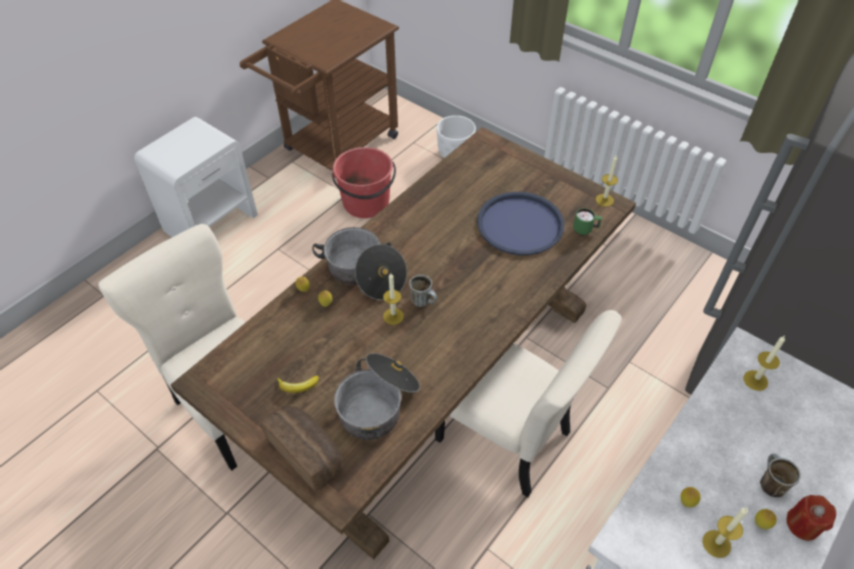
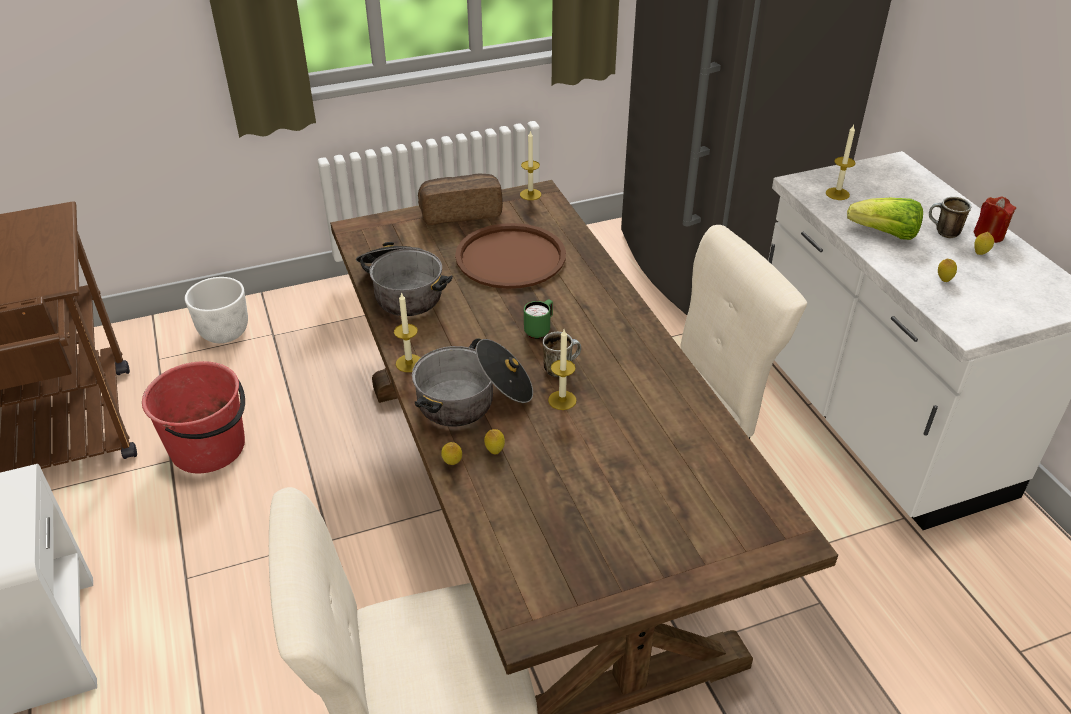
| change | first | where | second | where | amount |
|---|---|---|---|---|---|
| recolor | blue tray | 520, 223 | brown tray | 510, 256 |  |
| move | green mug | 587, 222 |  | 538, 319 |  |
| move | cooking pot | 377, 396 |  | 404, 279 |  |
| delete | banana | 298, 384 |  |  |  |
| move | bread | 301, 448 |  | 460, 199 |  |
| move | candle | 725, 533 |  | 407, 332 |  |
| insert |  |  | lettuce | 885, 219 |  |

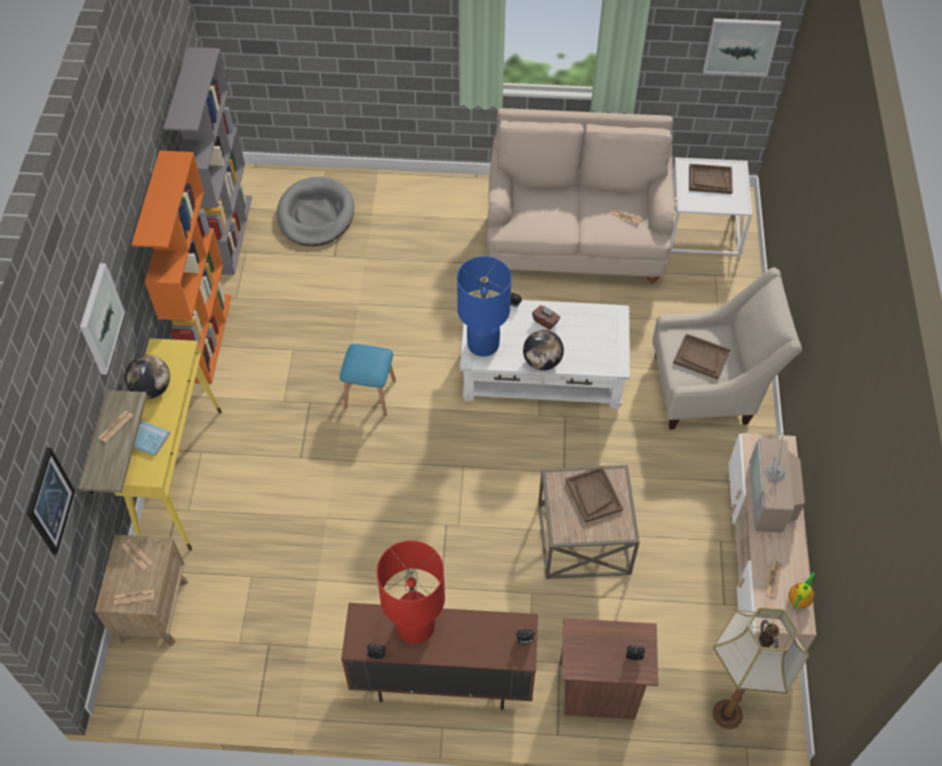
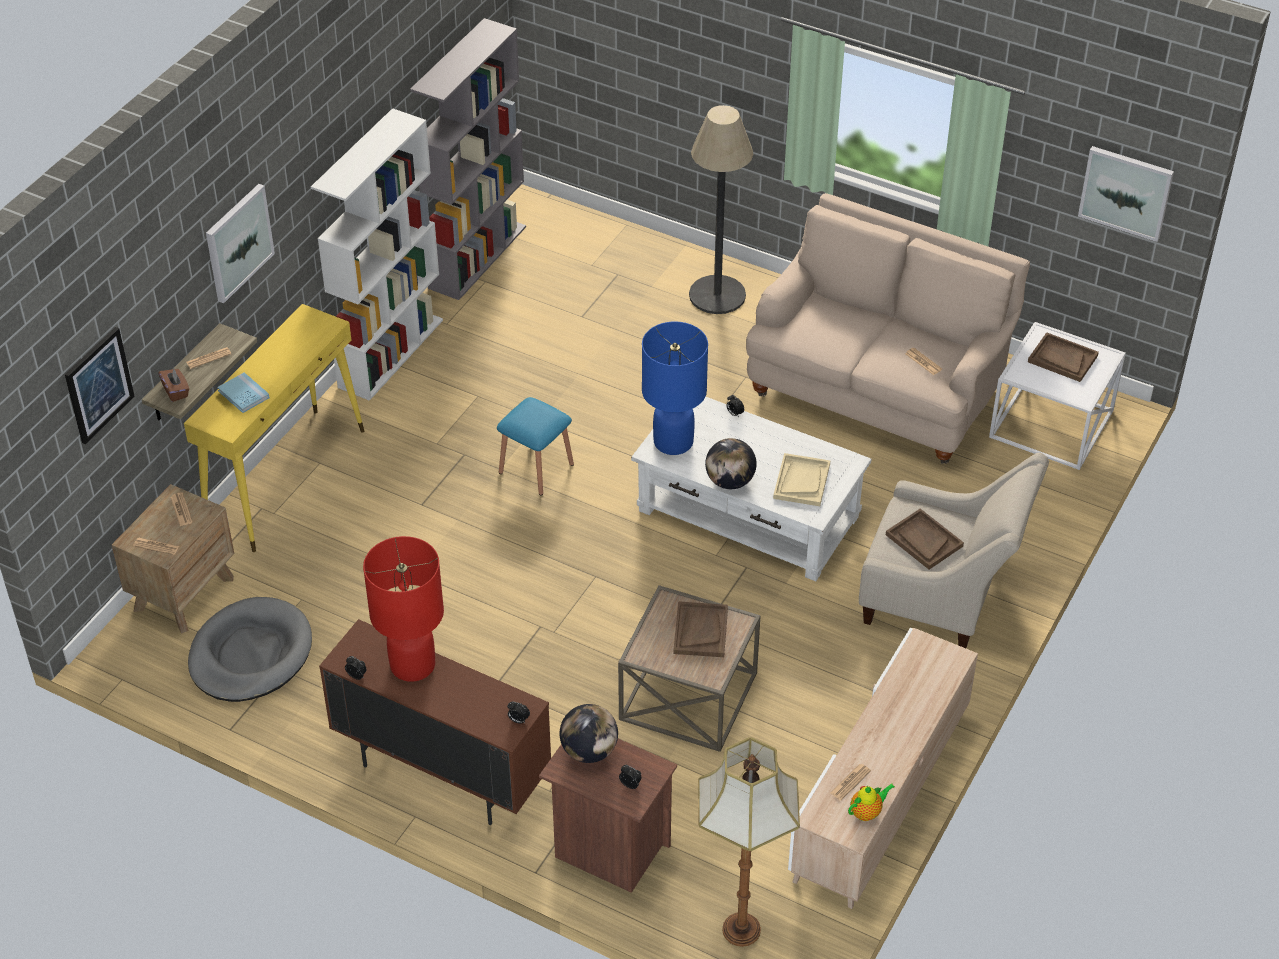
| change | first | where | second | where | amount |
|---|---|---|---|---|---|
| recolor | orange bookcase | 181, 267 | white bookcase | 377, 254 |  |
| move | grey dog bed | 315, 211 |  | 250, 649 |  |
| move | brown tissue box | 546, 317 |  | 173, 385 |  |
| move | globe | 147, 377 |  | 589, 733 |  |
| delete | television | 777, 481 |  |  |  |
| insert |  |  | floor lamp | 721, 209 |  |
| insert |  |  | beige tray | 801, 479 |  |

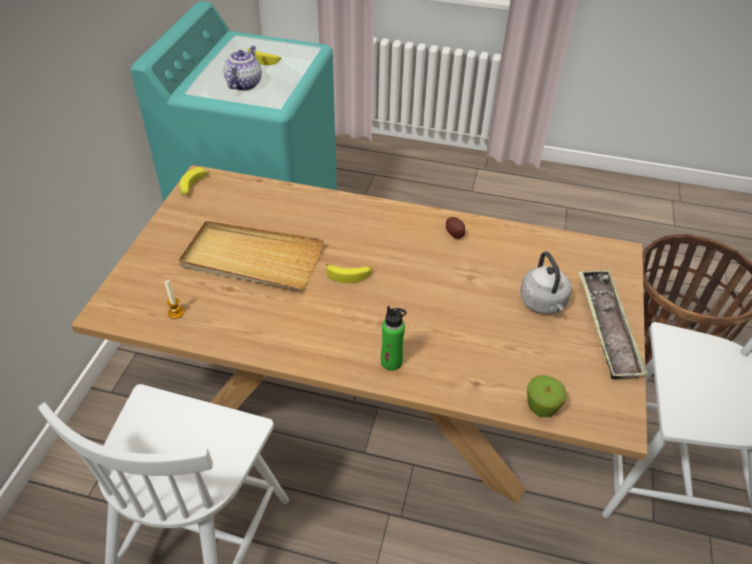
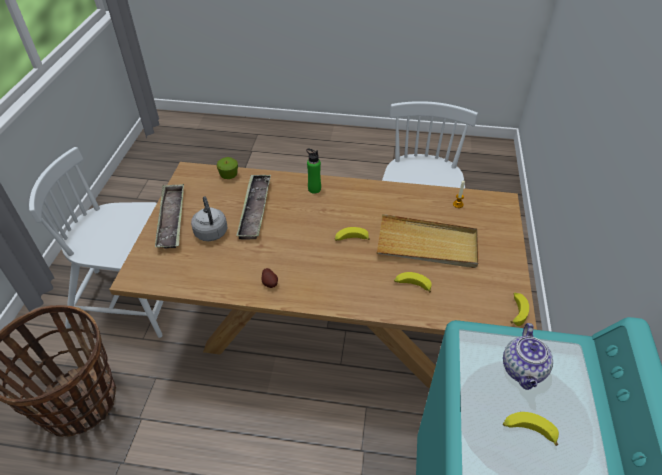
| change | first | where | second | where | amount |
|---|---|---|---|---|---|
| insert |  |  | tray | 253, 207 |  |
| insert |  |  | banana | 412, 282 |  |

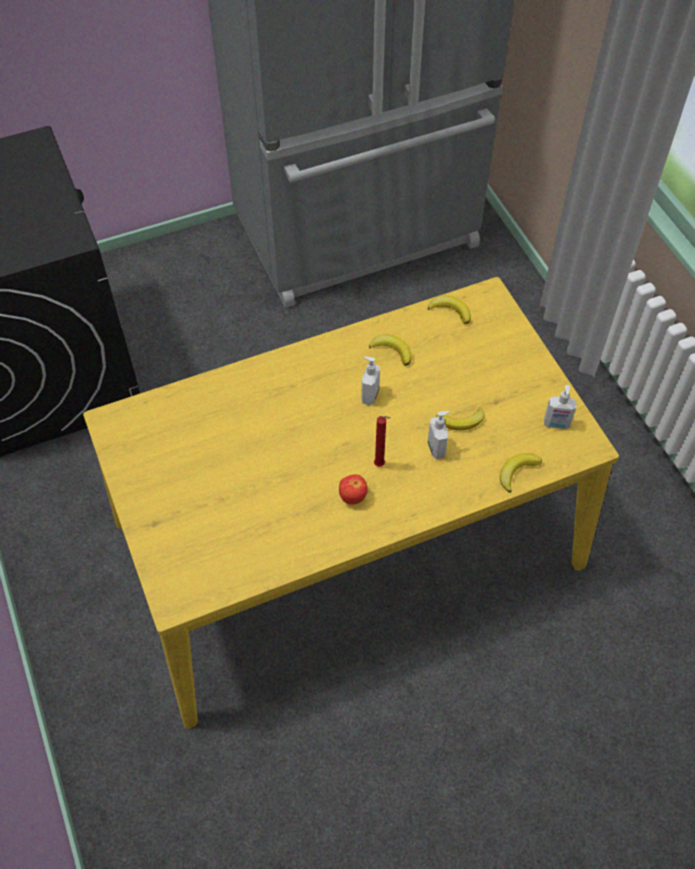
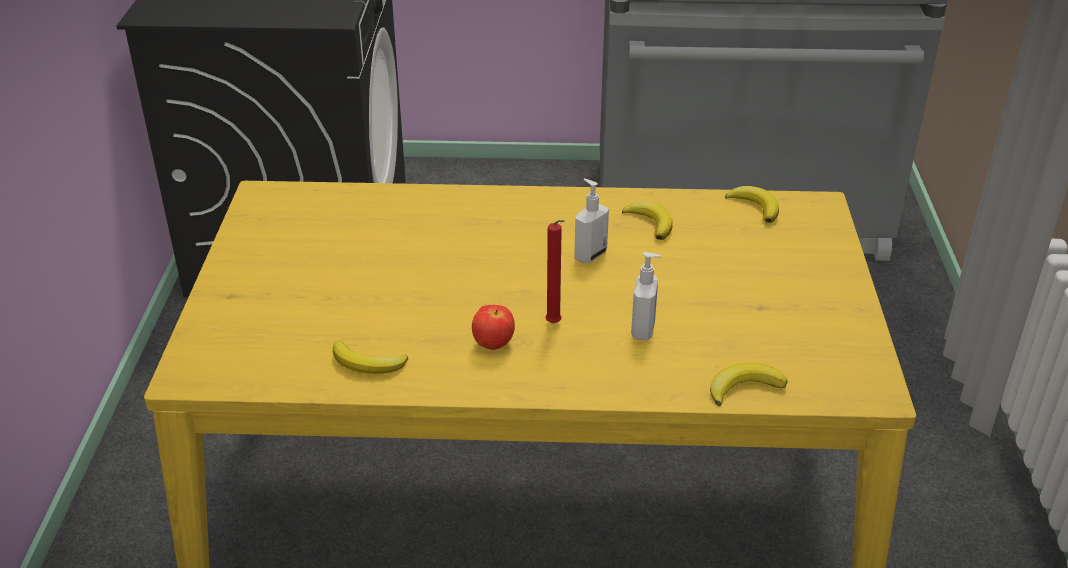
| change | first | where | second | where | amount |
|---|---|---|---|---|---|
| delete | soap dispenser | 560, 407 |  |  |  |
| move | banana | 460, 418 |  | 370, 357 |  |

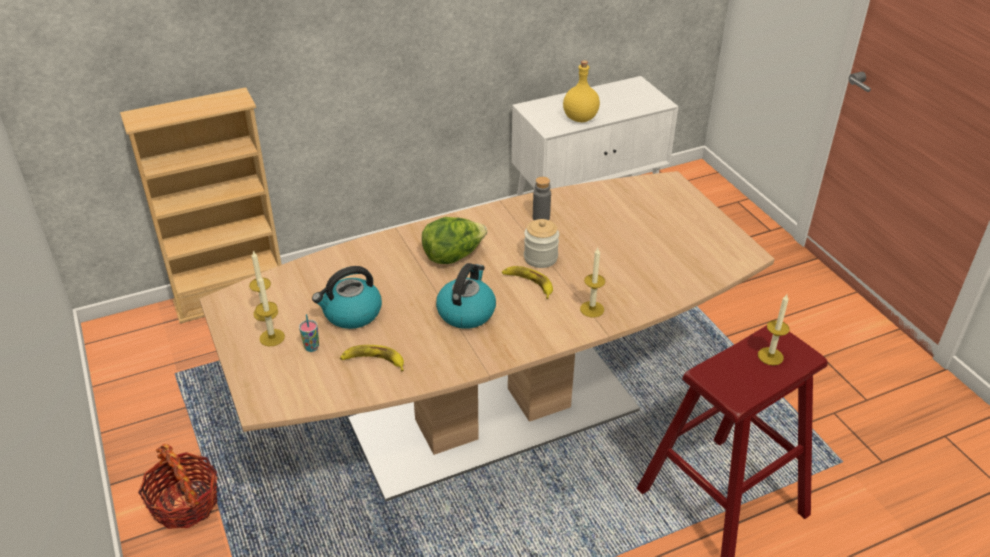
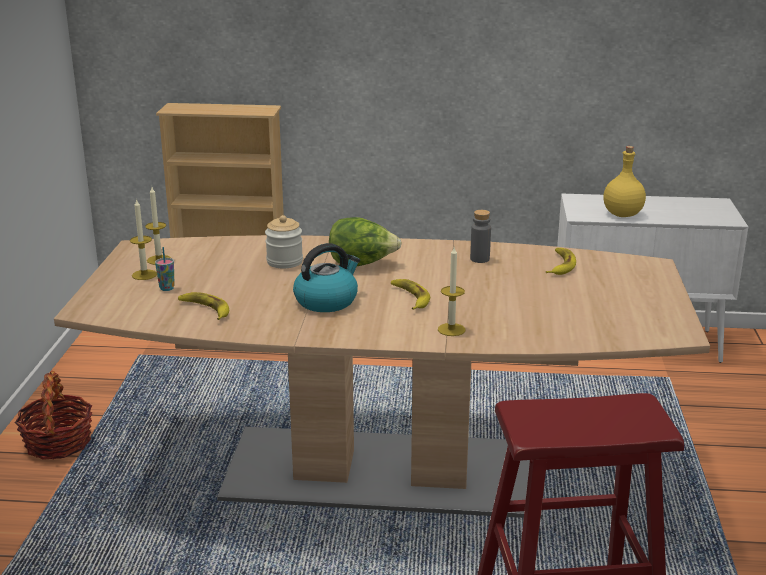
| change | first | where | second | where | amount |
|---|---|---|---|---|---|
| move | jar | 541, 243 |  | 284, 242 |  |
| delete | kettle | 347, 297 |  |  |  |
| delete | candle | 774, 330 |  |  |  |
| insert |  |  | banana | 561, 261 |  |

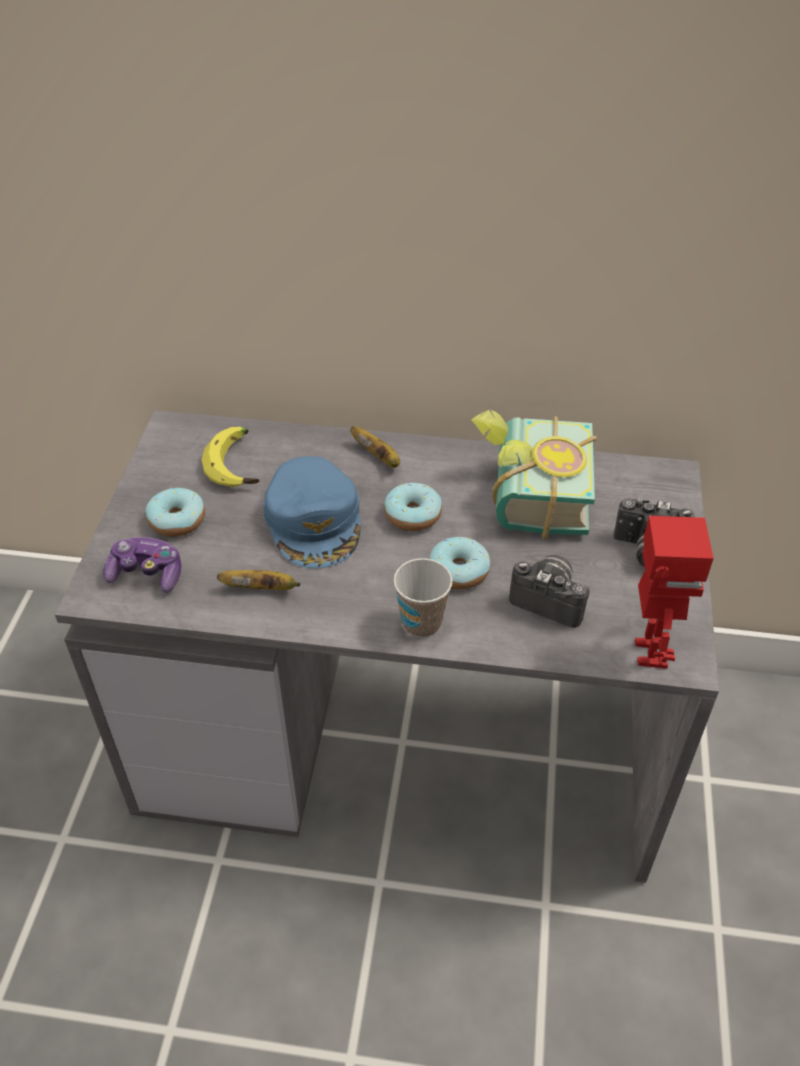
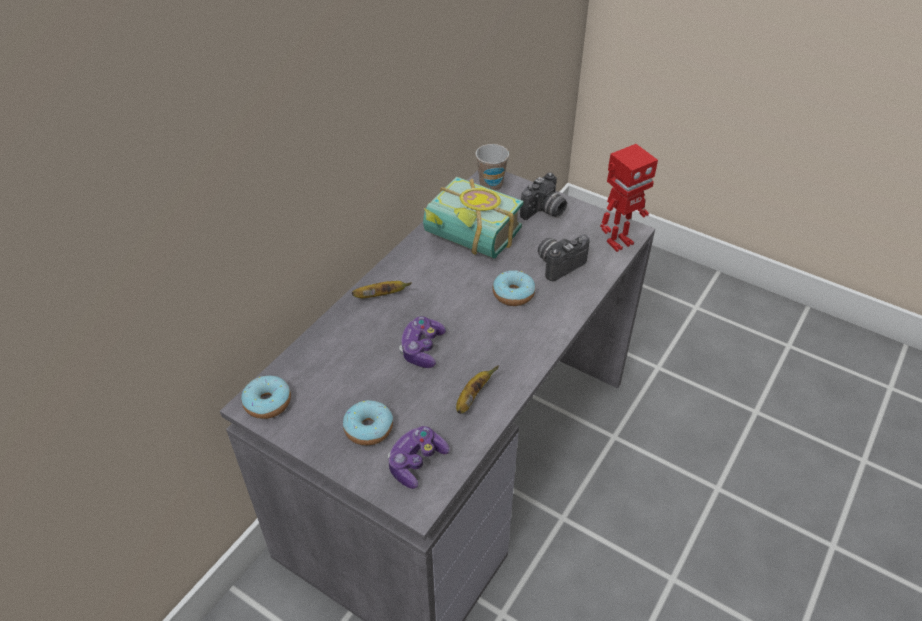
| change | first | where | second | where | amount |
|---|---|---|---|---|---|
| delete | banana | 231, 457 |  |  |  |
| replace | blue cap | 312, 512 | game controller | 422, 342 |  |
| move | donut | 413, 507 |  | 266, 397 |  |
| rotate | toy robot | 674, 592 |  | 629, 198 | 120 degrees clockwise |
| move | cup | 422, 598 |  | 492, 167 |  |

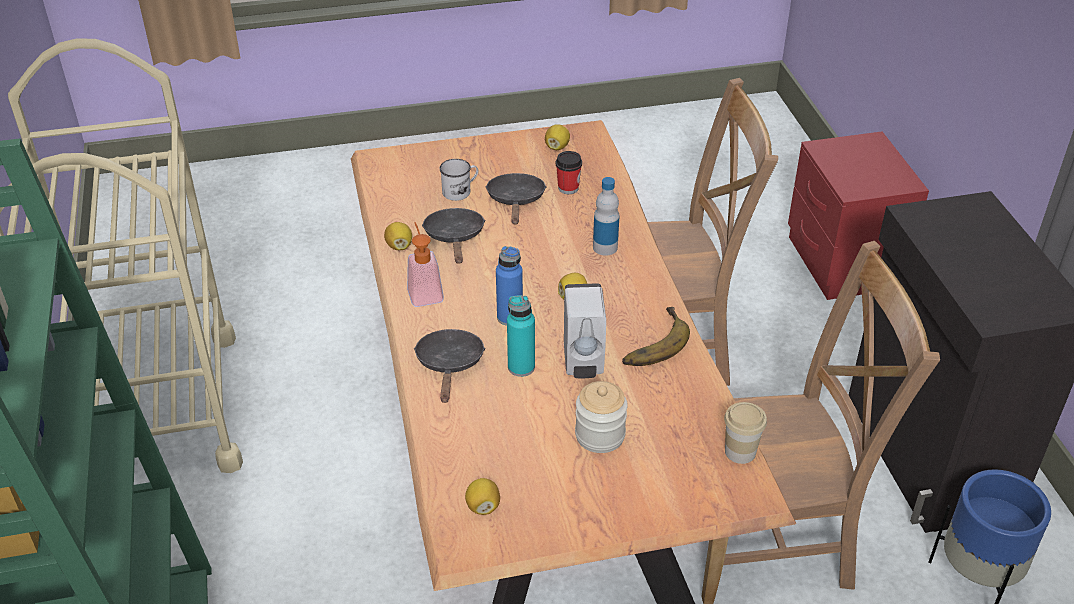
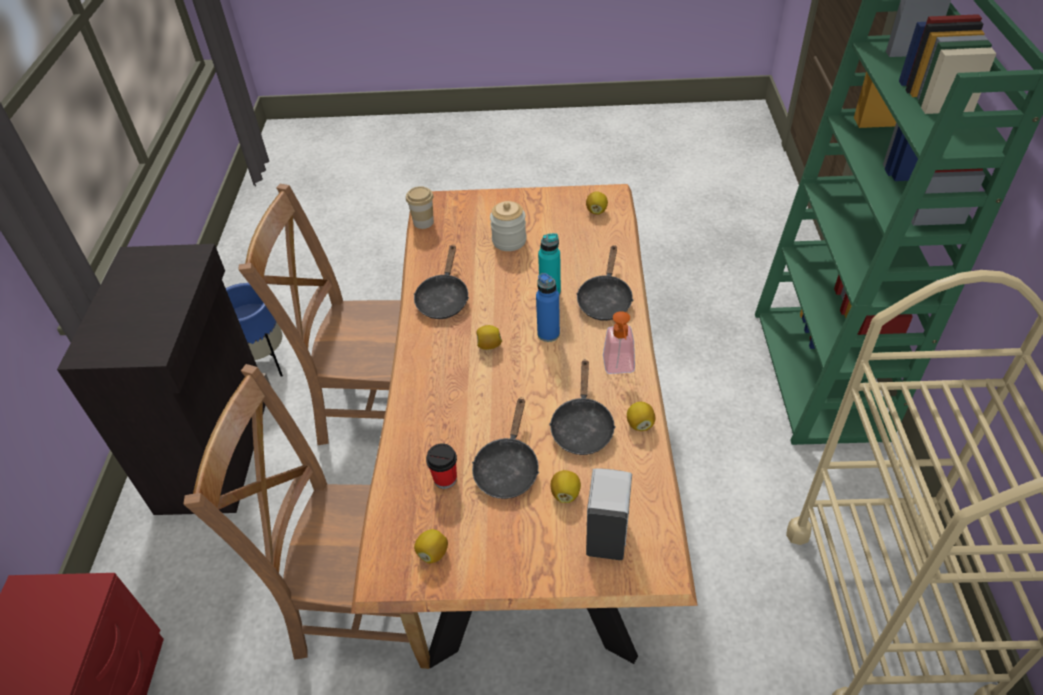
| change | first | where | second | where | amount |
|---|---|---|---|---|---|
| replace | white mug | 458, 180 | lemon | 566, 486 |  |
| delete | bottle | 606, 216 |  |  |  |
| move | white soap dispenser | 585, 330 |  | 609, 514 |  |
| replace | banana | 656, 336 | black frying pan | 441, 281 |  |

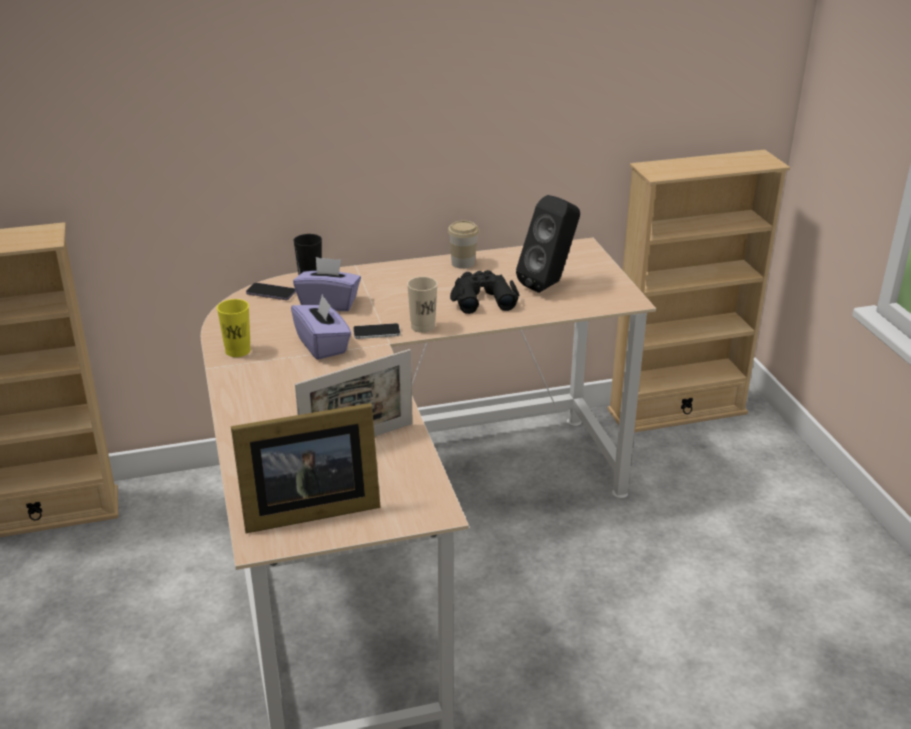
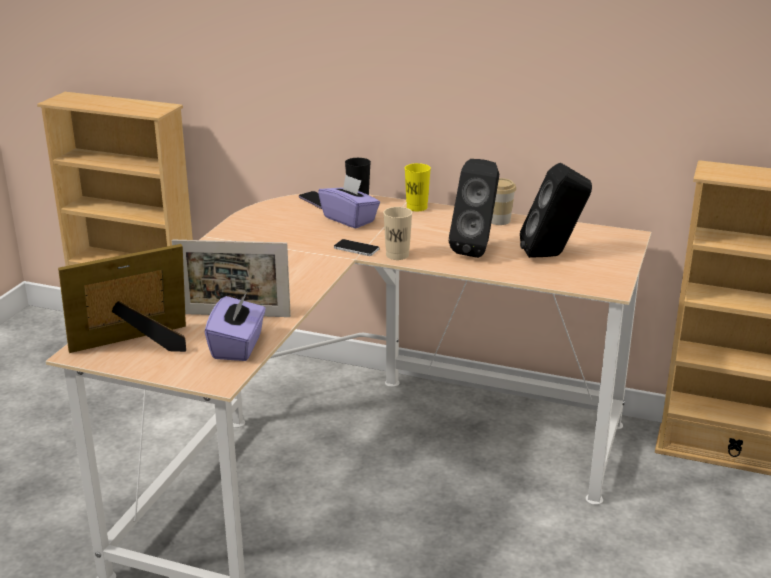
| change | first | where | second | where | amount |
|---|---|---|---|---|---|
| replace | black binoculars | 484, 292 | black speaker | 474, 208 |  |
| move | purple tissue box | 321, 327 |  | 235, 326 |  |
| move | yellow cup | 234, 328 |  | 418, 187 |  |
| rotate | picture frame | 306, 468 |  | 122, 298 | 135 degrees clockwise |

